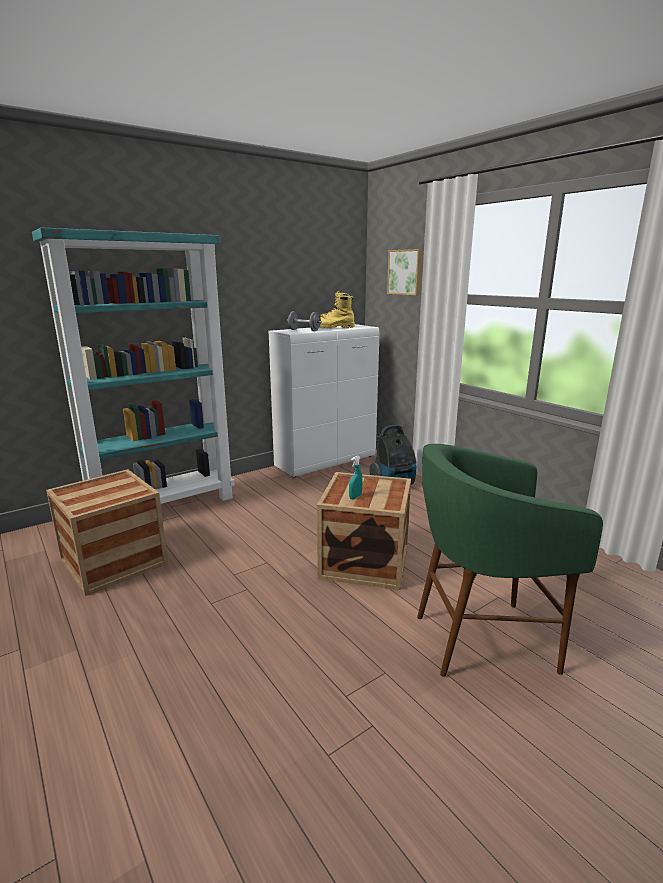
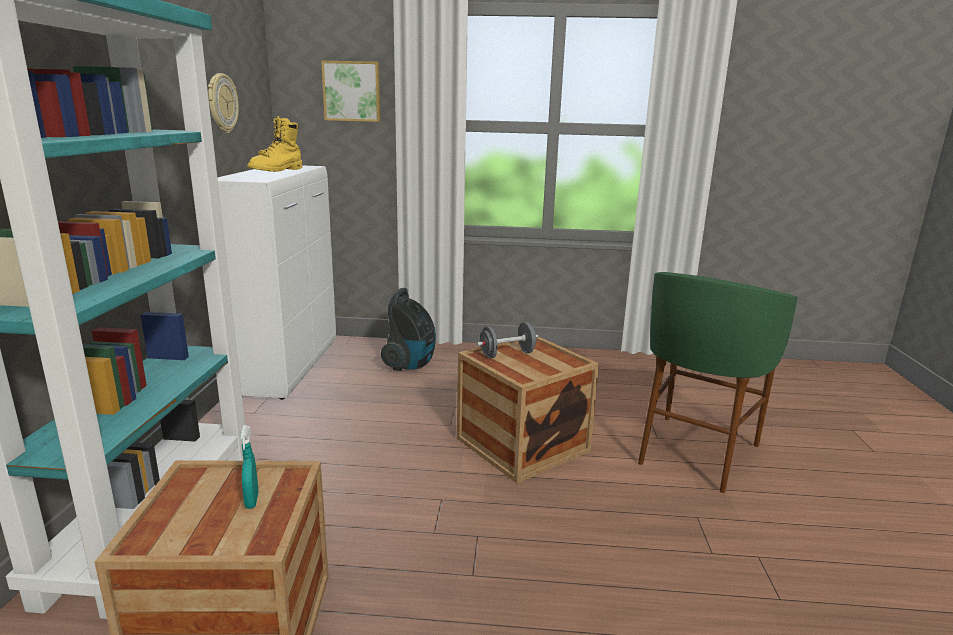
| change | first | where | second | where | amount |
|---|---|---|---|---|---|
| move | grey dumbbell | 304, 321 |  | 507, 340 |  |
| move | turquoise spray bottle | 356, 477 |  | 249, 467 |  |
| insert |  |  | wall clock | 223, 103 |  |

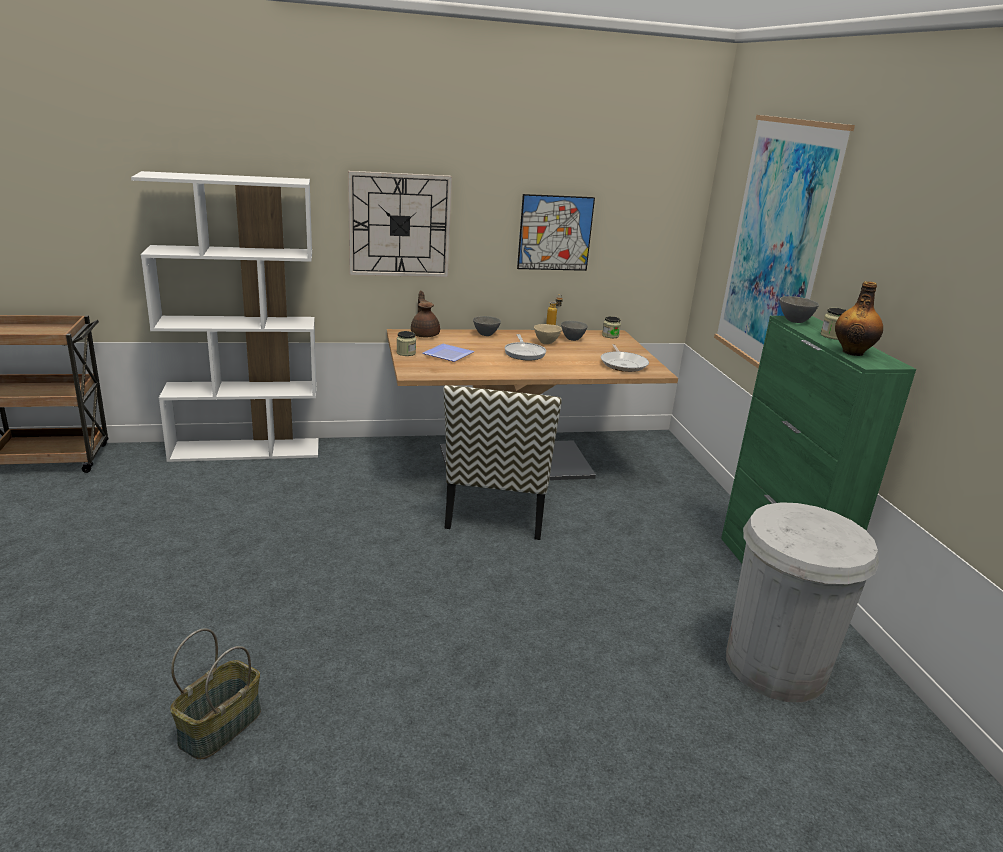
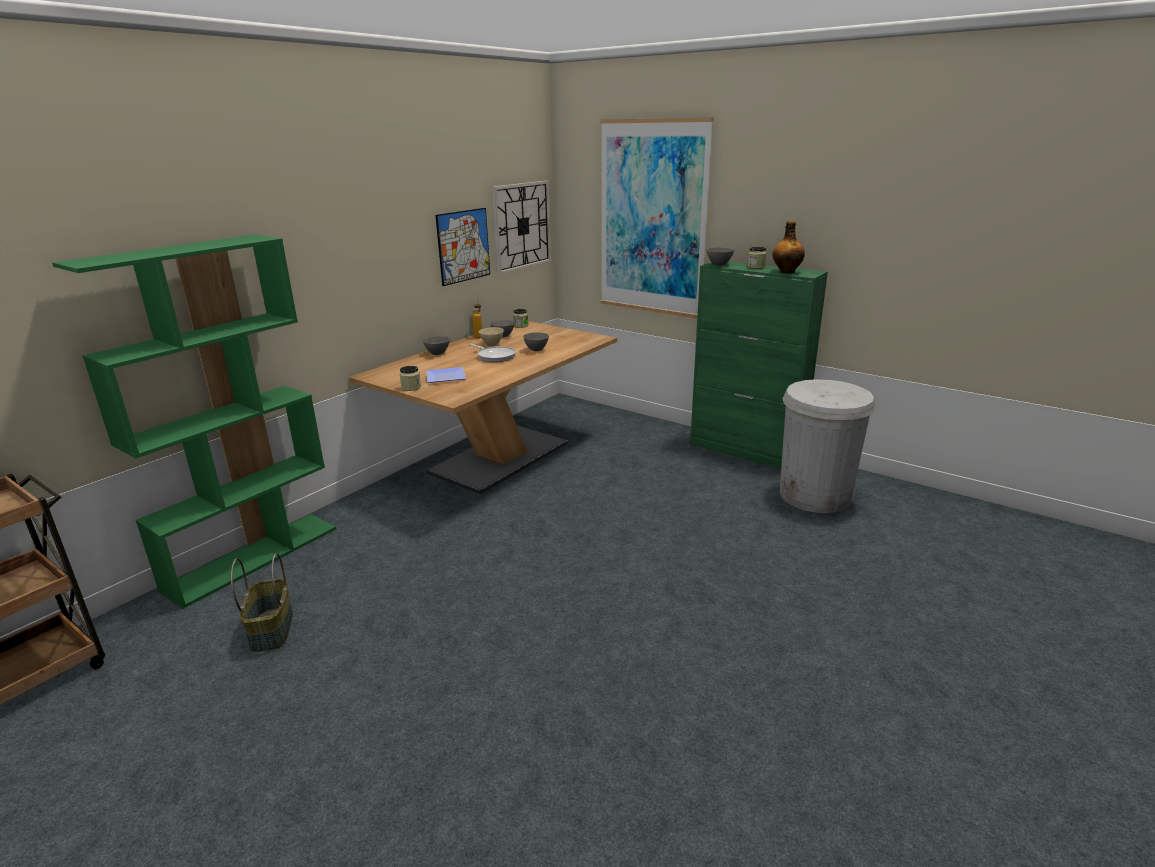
| change | first | where | second | where | amount |
|---|---|---|---|---|---|
| recolor | white bookcase | 225, 316 | green bookcase | 194, 422 |  |
| move | wall clock | 400, 224 |  | 521, 227 |  |
| delete | brown teapot | 425, 314 |  |  |  |
| delete | frying pan | 625, 358 |  |  |  |
| delete | chair | 502, 462 |  |  |  |
| move | basket | 215, 693 |  | 262, 602 |  |
| insert |  |  | grey bowl | 536, 341 |  |

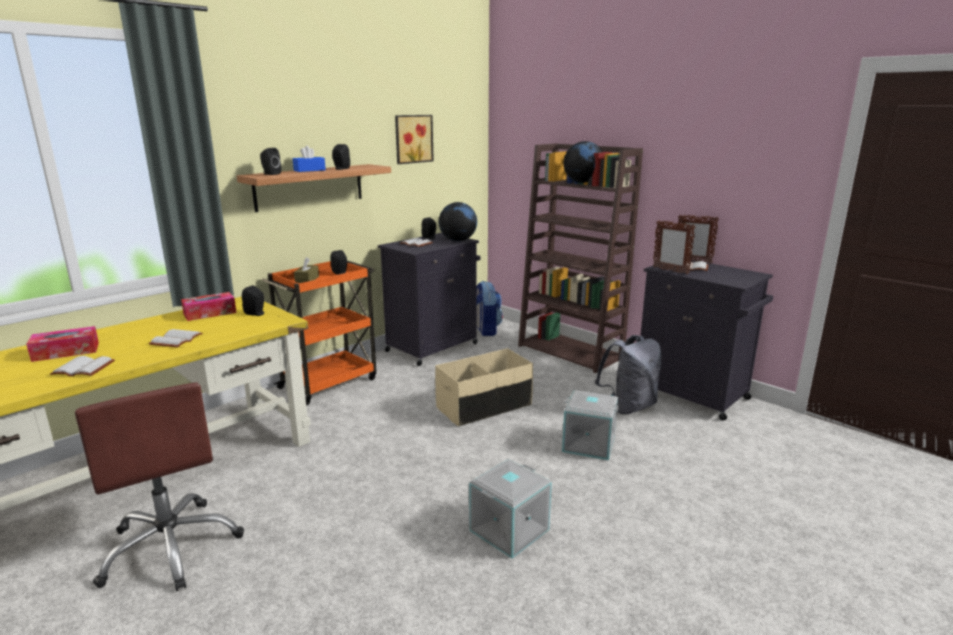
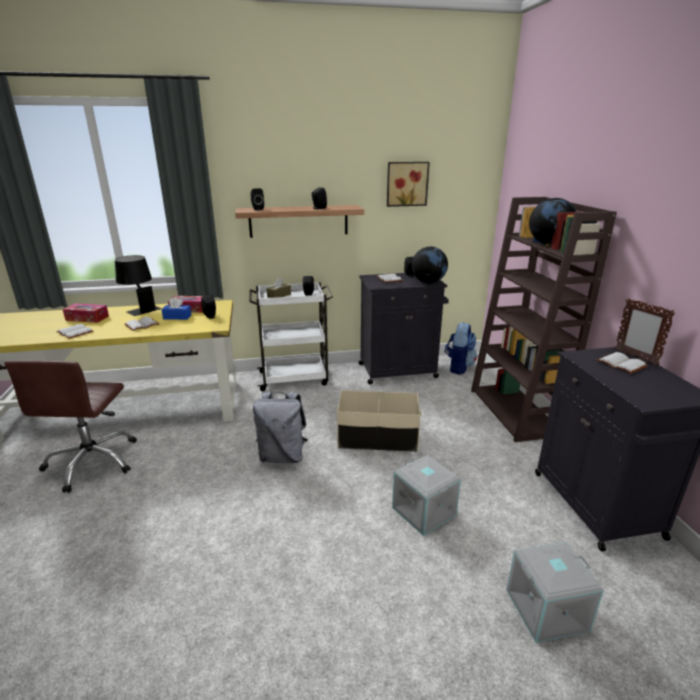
| change | first | where | second | where | amount |
|---|---|---|---|---|---|
| move | blue tissue box | 309, 159 |  | 176, 308 |  |
| delete | picture frame | 674, 247 |  |  |  |
| recolor | orange cart | 319, 333 | white cart | 291, 336 |  |
| move | grey backpack | 628, 374 |  | 280, 427 |  |
| move | grey storage box | 510, 509 |  | 555, 592 |  |
| insert |  |  | black table lamp | 138, 285 |  |

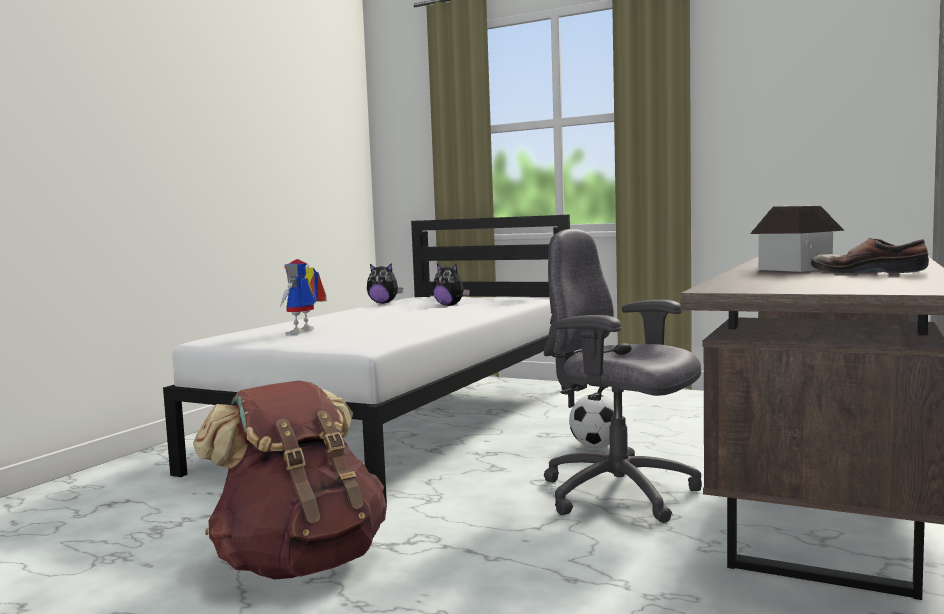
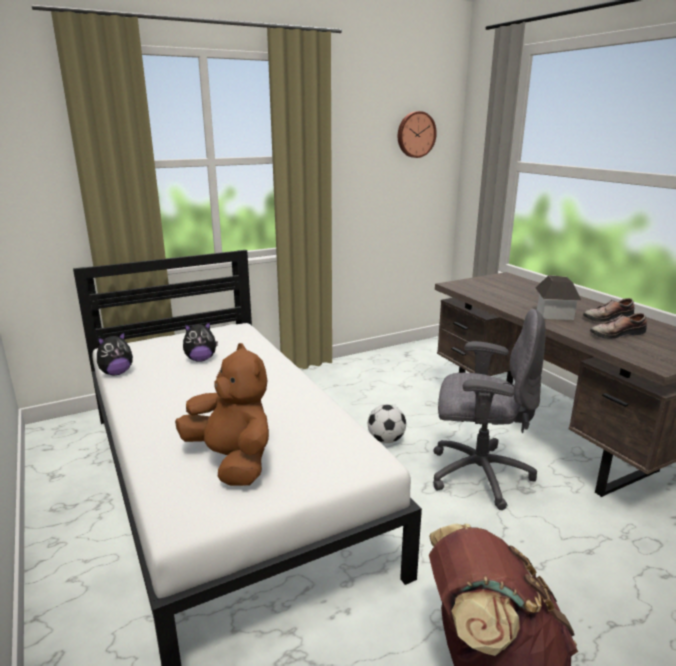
| change | first | where | second | where | amount |
|---|---|---|---|---|---|
| rotate | grey office chair | 623, 376 |  | 489, 409 | 150 degrees counterclockwise |
| replace | toy robot | 303, 297 | brown plush toy | 222, 414 |  |
| insert |  |  | wall clock | 417, 134 |  |
| insert |  |  | shoe | 618, 326 |  |

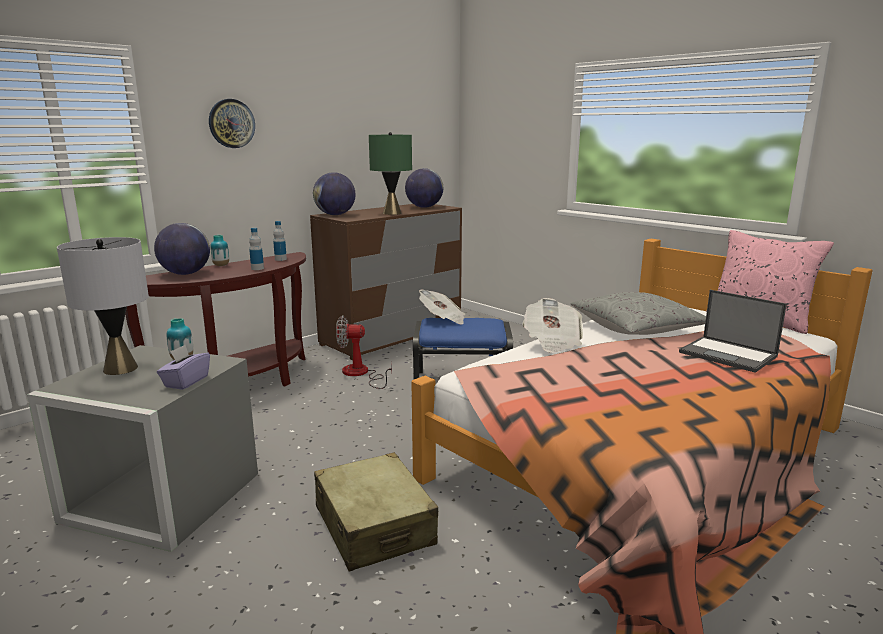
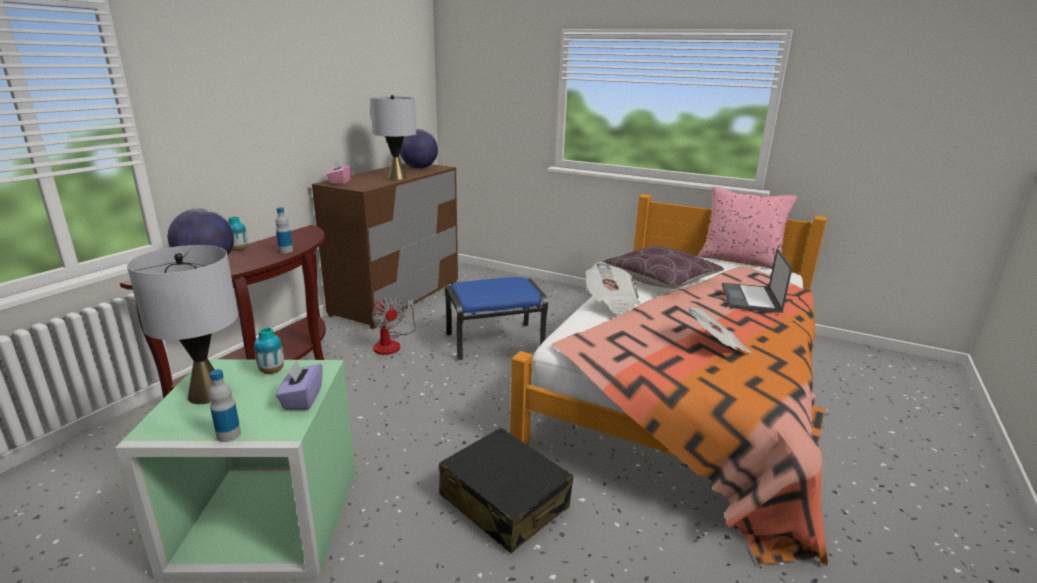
| change | first | where | second | where | amount |
|---|---|---|---|---|---|
| delete | wall clock | 232, 123 |  |  |  |
| recolor | green table lamp | 390, 173 | grey table lamp | 393, 137 |  |
| replace | globe | 334, 193 | pink tissue box | 339, 172 |  |
| move | bottle | 280, 241 |  | 225, 405 |  |
| move | newspaper | 442, 307 |  | 718, 330 |  |
| rotate | laptop | 733, 331 |  | 757, 280 | 75 degrees clockwise |
| recolor | grey pillow | 638, 313 | brown pillow | 663, 267 |  |
| rotate | fan | 364, 352 |  | 394, 326 | 105 degrees counterclockwise |
| recolor | grey storage box | 142, 448 | green storage box | 235, 469 |  |
| recolor | beige suitcase | 376, 511 | black suitcase | 506, 490 |  |

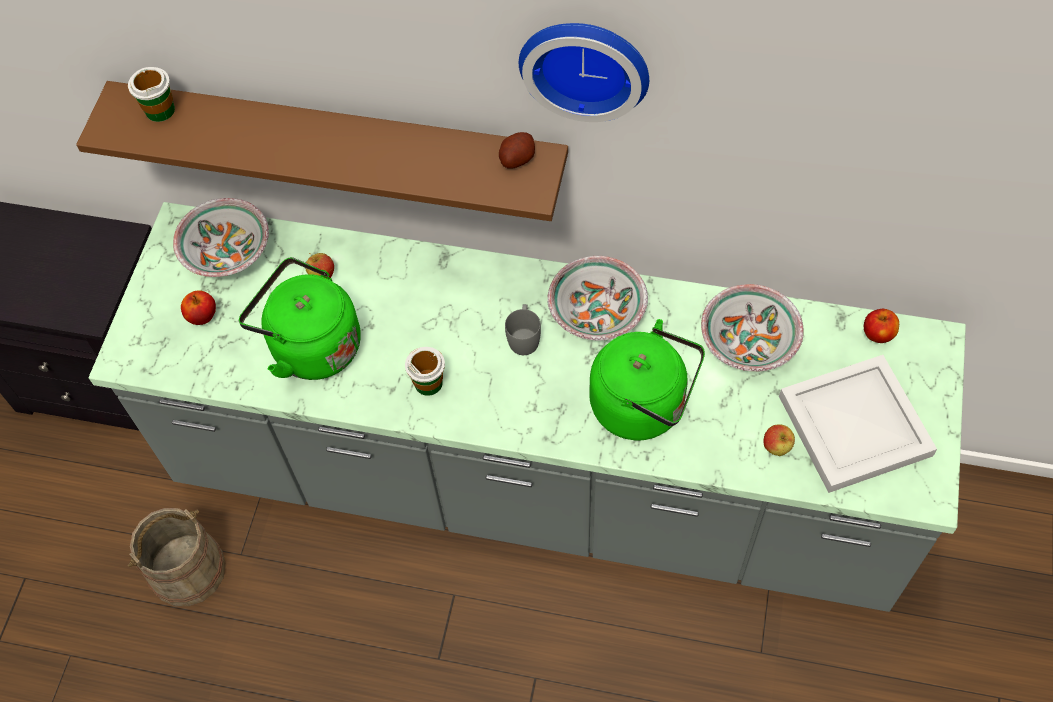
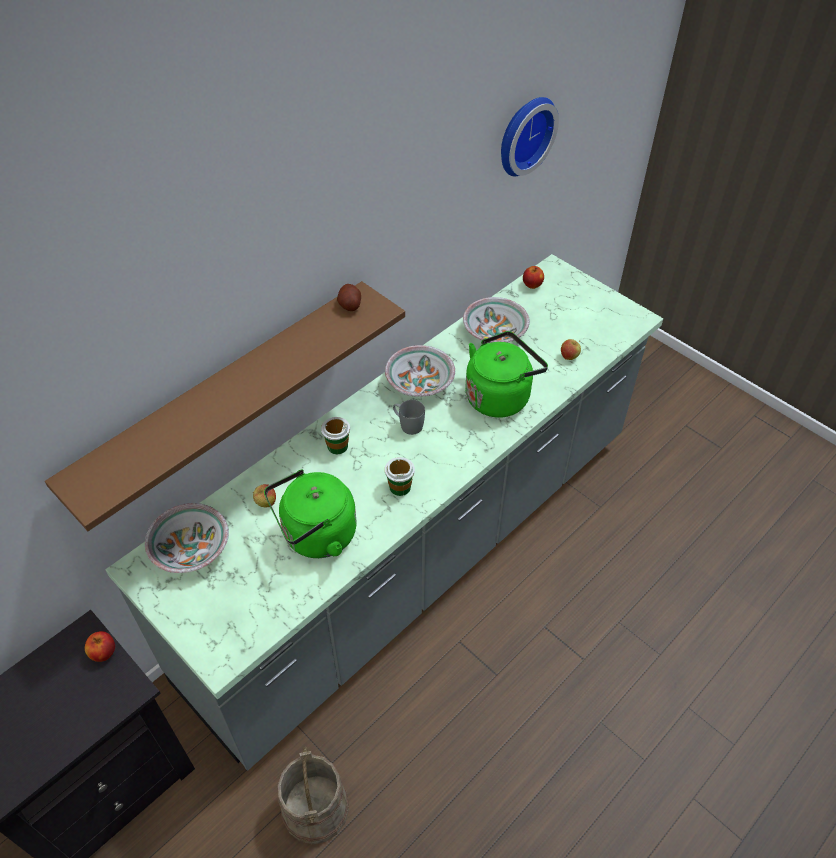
| change | first | where | second | where | amount |
|---|---|---|---|---|---|
| move | wall clock | 584, 72 |  | 530, 136 |  |
| move | cup | 151, 94 |  | 335, 435 |  |
| move | apple | 198, 307 |  | 100, 646 |  |
| delete | white tray | 858, 424 |  |  |  |

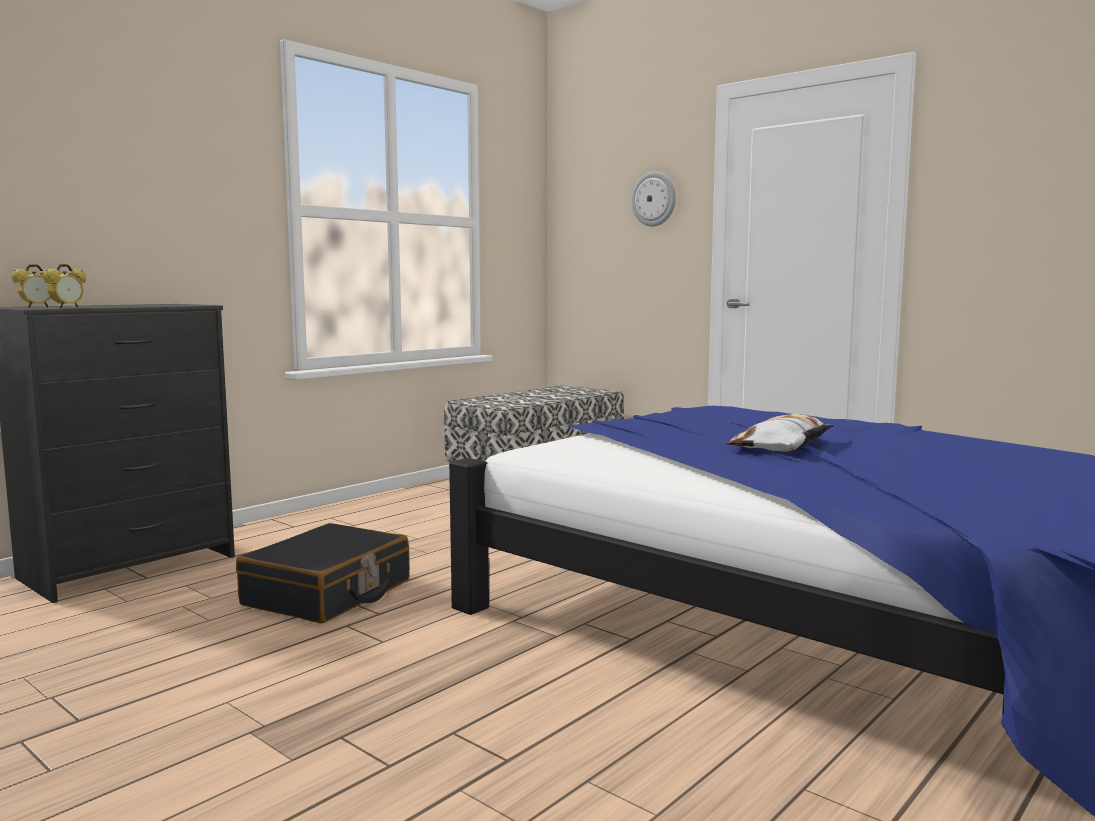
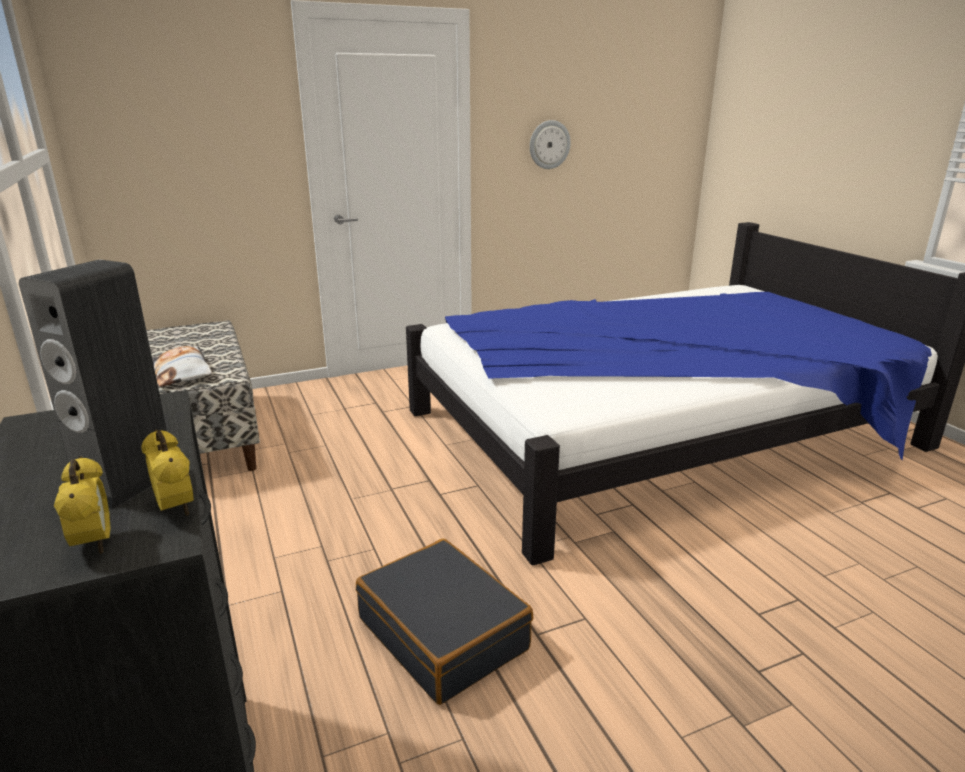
| change | first | where | second | where | amount |
|---|---|---|---|---|---|
| move | wall clock | 653, 198 |  | 550, 144 |  |
| move | pillow | 779, 433 |  | 182, 366 |  |
| insert |  |  | speaker | 93, 385 |  |

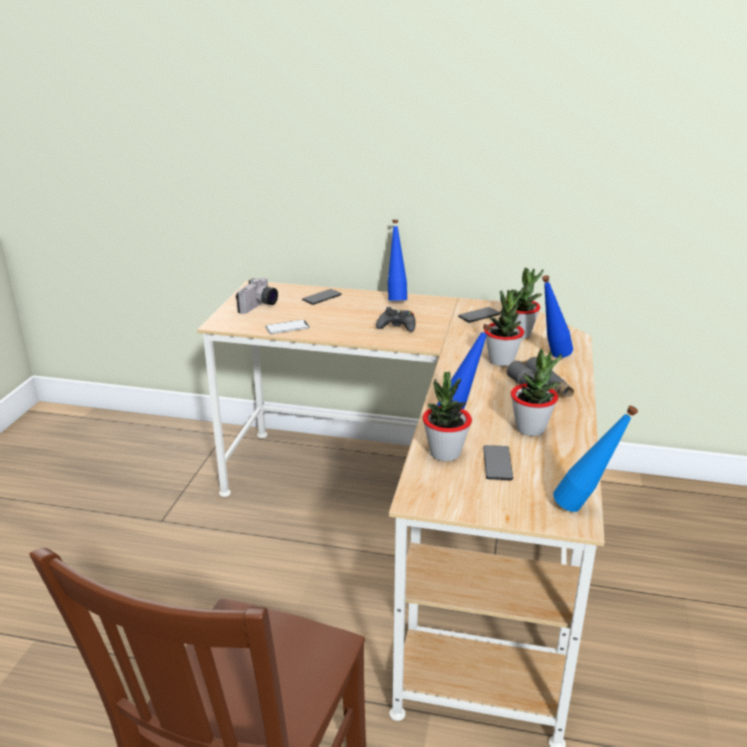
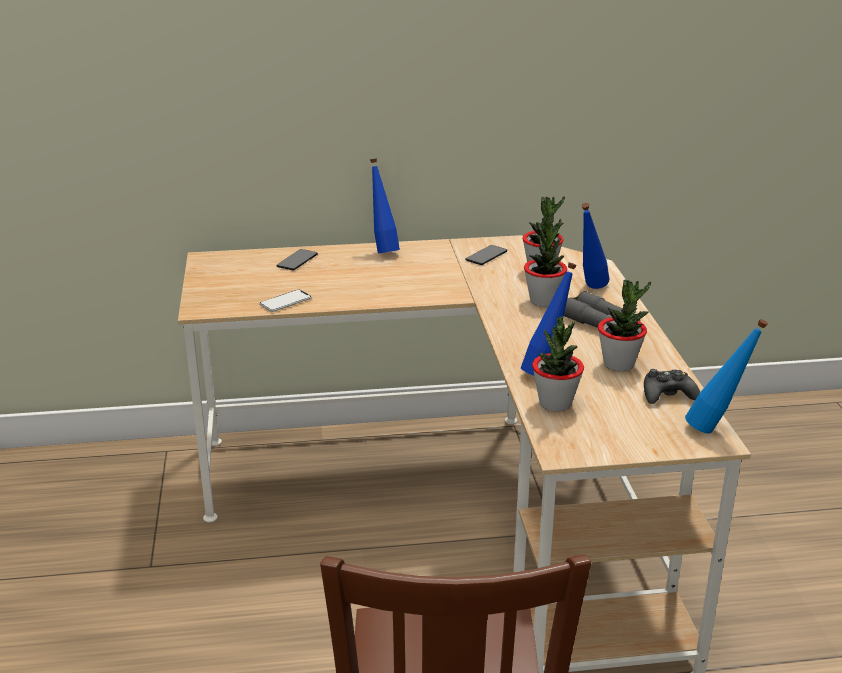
| change | first | where | second | where | amount |
|---|---|---|---|---|---|
| delete | photo camera | 257, 295 |  |  |  |
| move | black game controller | 396, 319 |  | 672, 386 |  |
| delete | phone | 498, 462 |  |  |  |

